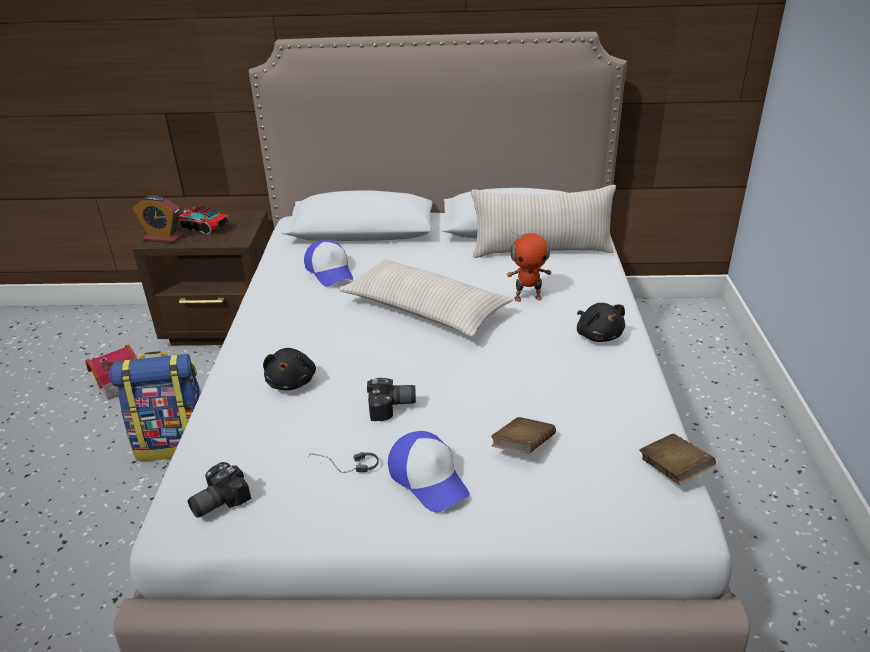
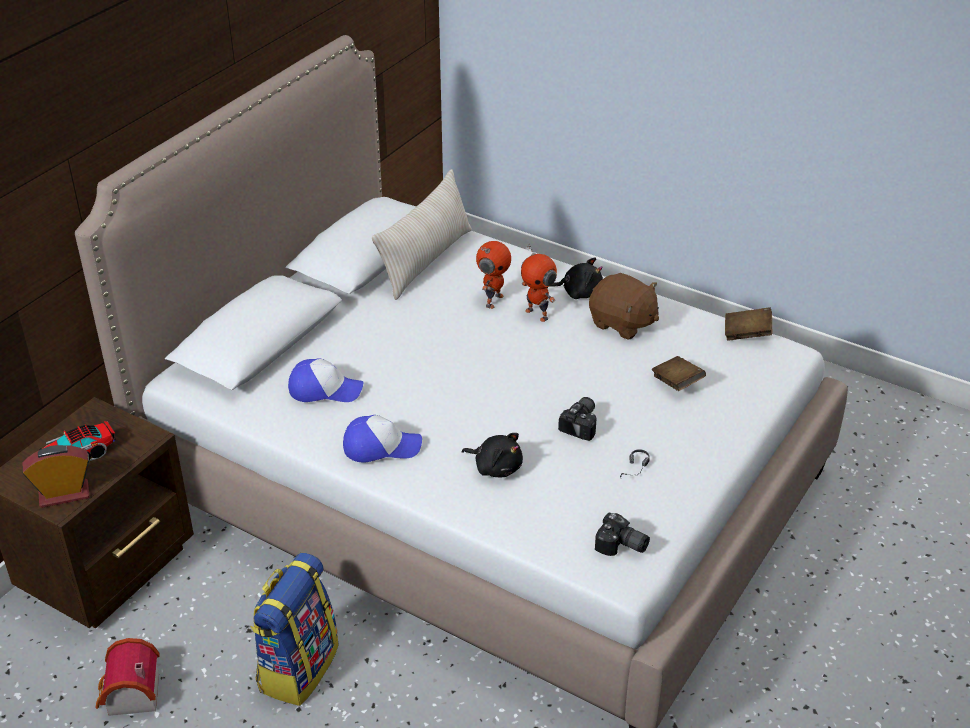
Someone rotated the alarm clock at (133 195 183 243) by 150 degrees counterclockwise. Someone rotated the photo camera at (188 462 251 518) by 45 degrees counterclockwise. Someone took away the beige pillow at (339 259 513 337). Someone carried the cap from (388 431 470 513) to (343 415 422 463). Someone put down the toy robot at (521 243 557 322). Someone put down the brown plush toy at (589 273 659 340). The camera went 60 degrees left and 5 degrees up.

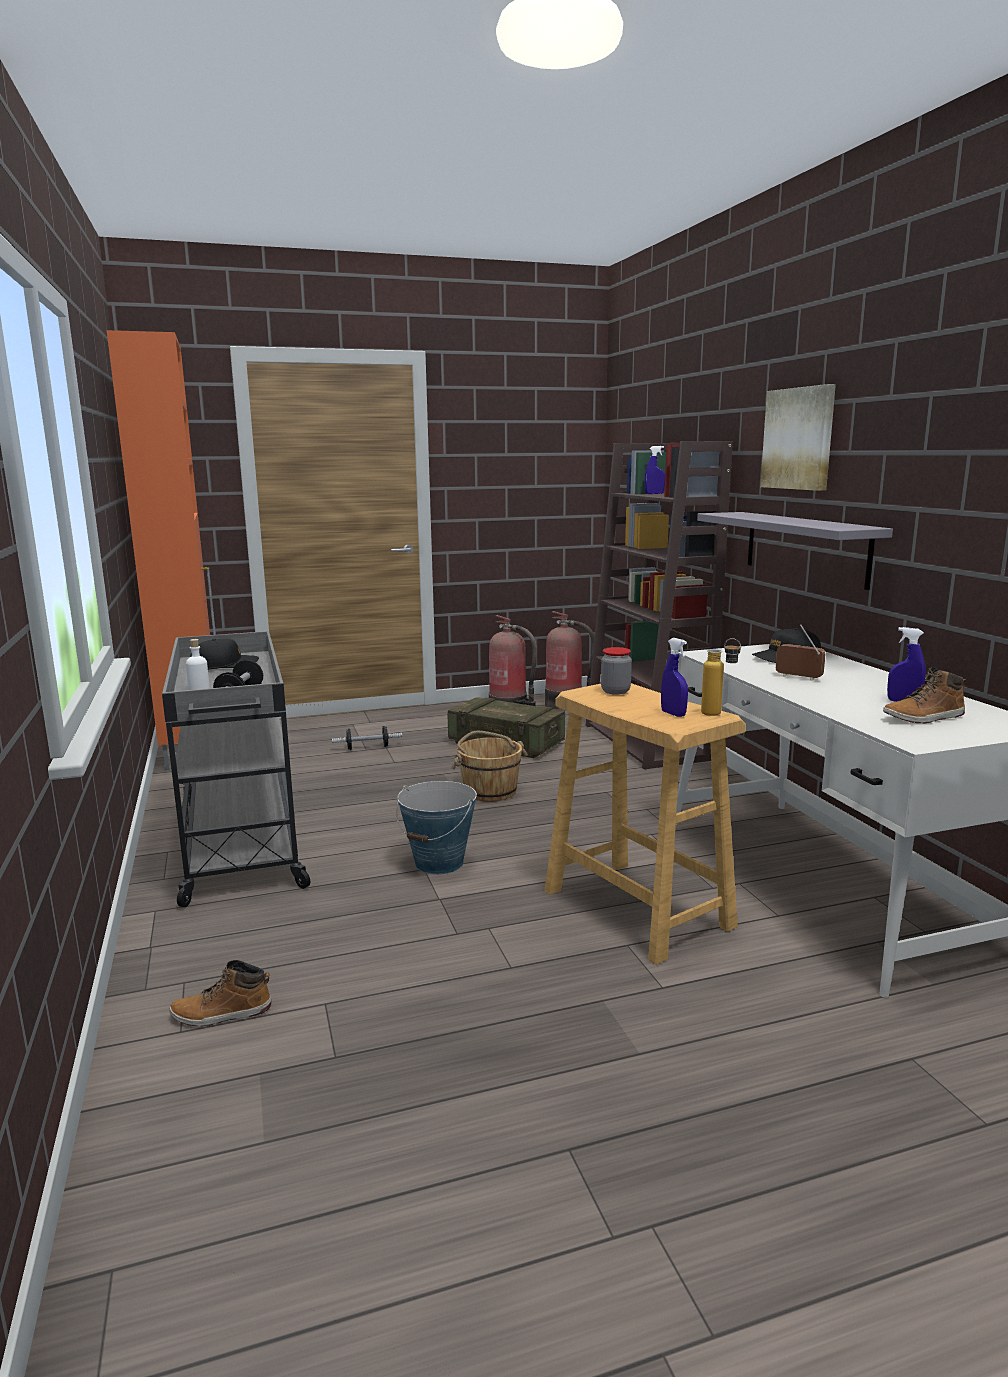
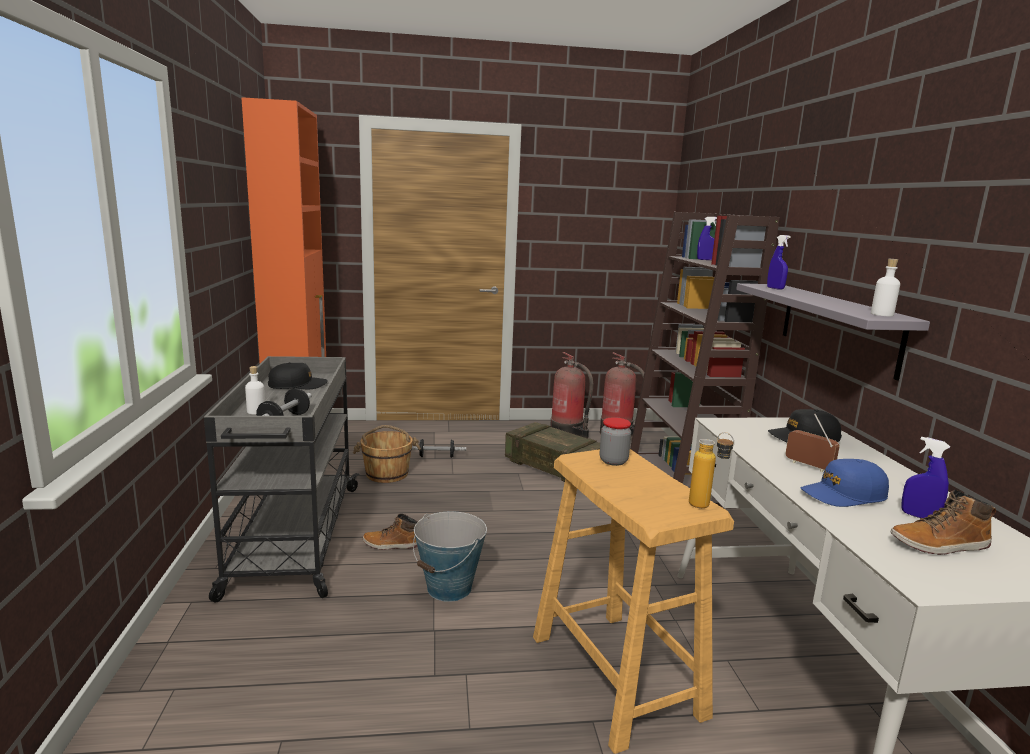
Someone carried the boot from (170 960 271 1026) to (363 514 418 550). Someone carried the brown bucket from (451 731 528 802) to (353 425 421 483). Someone carried the blue spray bottle from (661 638 688 717) to (767 235 791 289). Someone took away the picture at (760 384 836 491). Someone put down the blue cap at (801 459 889 507). Someone put down the white bottle at (871 259 900 316). The camera went 10 degrees right and 0 degrees up.

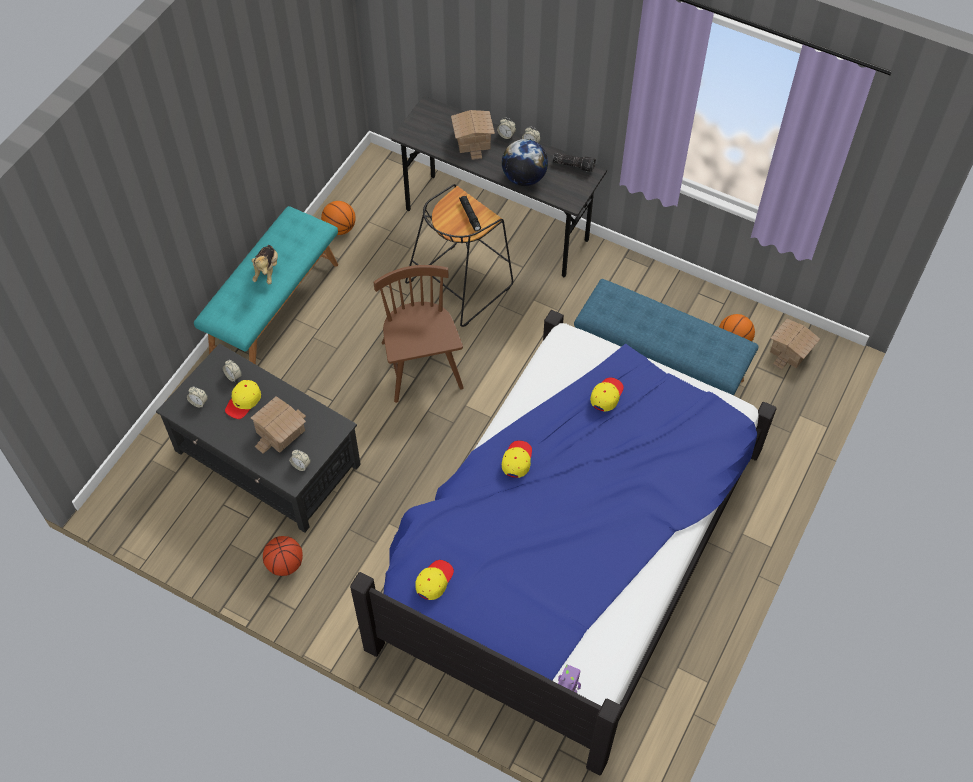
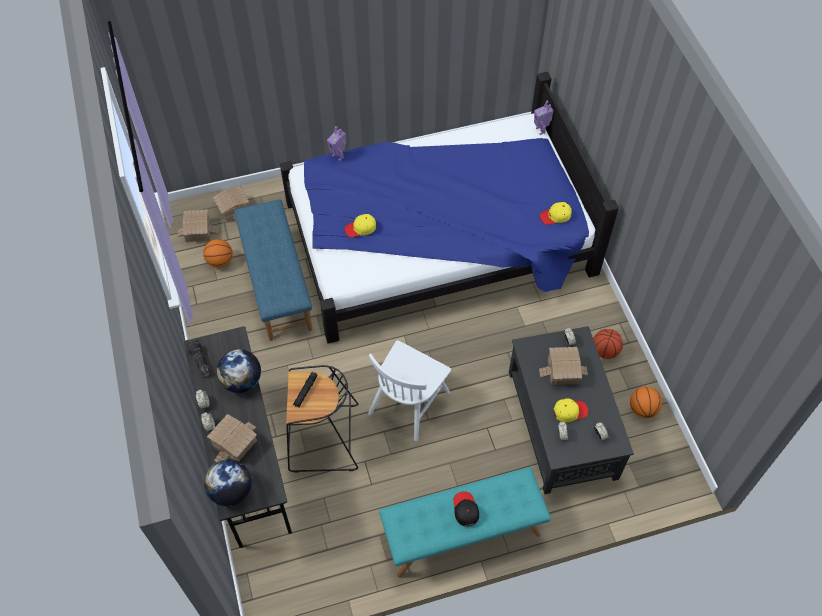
Someone swapped the plush toy at (252 245 278 284) for the black cap at (454 491 479 526). Someone carried the basketball from (321 201 356 235) to (630 387 662 418). Someone repainted the brown chair at (373 265 464 403), which became the white chair at (368 340 451 441). Someone took away the yellow cap at (502 440 532 478). Someone put down the globe at (204 459 252 506). Someone put down the toy house at (213 186 249 224). Someone put down the toy robot at (327 126 346 161). The camera went 135 degrees left and 0 degrees up.

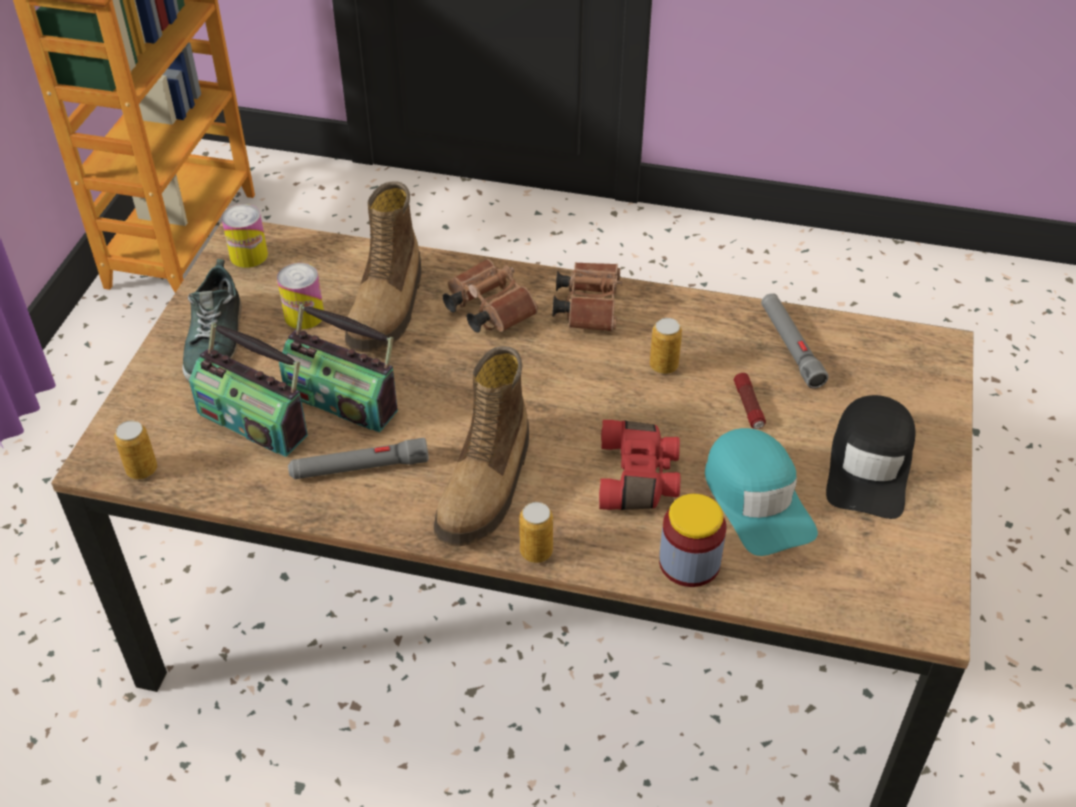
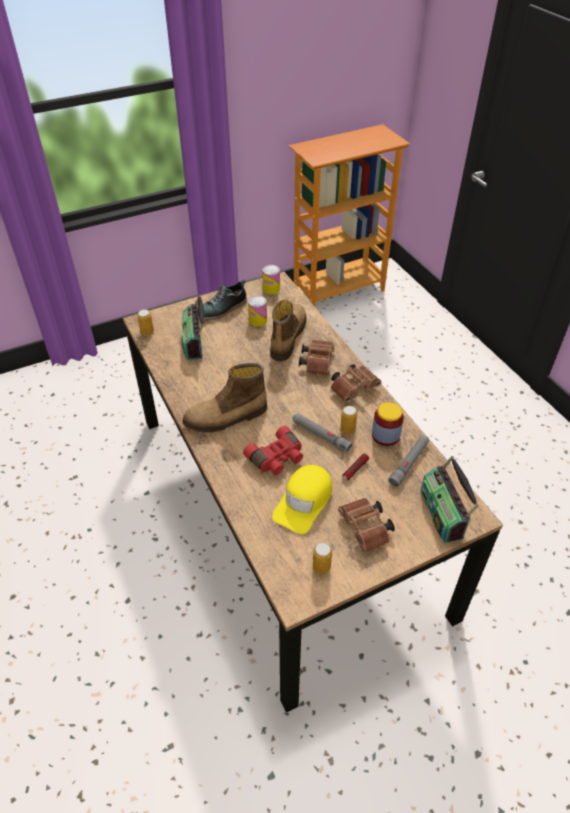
Someone carried the radio from (279 304 398 432) to (421 456 479 543). Someone carried the grey flashlight from (288 438 429 479) to (293 413 352 453). Someone rotated the boot at (345 181 422 352) by 135 degrees clockwise. Someone carried the can from (519 502 553 563) to (313 542 332 574). Someone carried the jar from (659 494 727 587) to (372 402 404 446). Someone repainted the turquoise cap at (705 428 818 556), which became the yellow cap at (272 465 332 534). Someone swapped the black cap at (826 395 916 519) for the brown binoculars at (338 498 395 553). The camera went 50 degrees right and 0 degrees up.

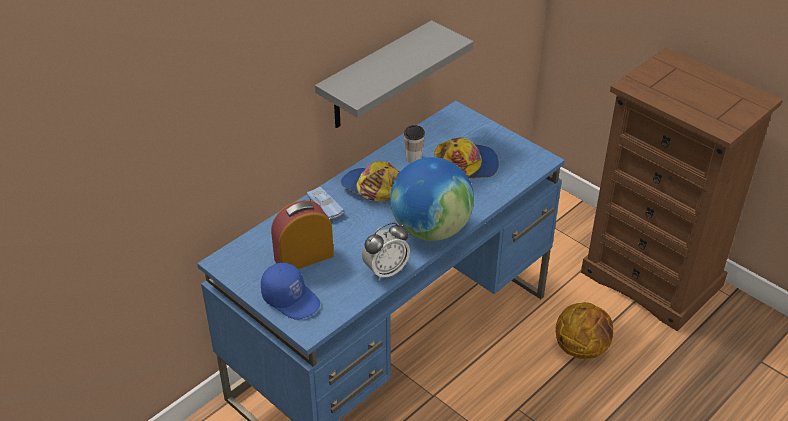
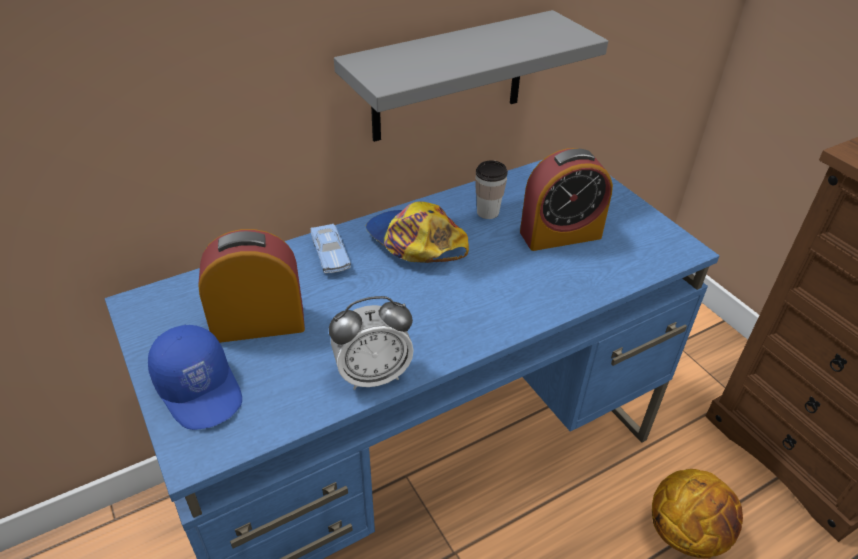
Someone took away the globe at (390 157 474 241). Someone swapped the cap at (433 137 499 178) for the alarm clock at (520 148 613 251). The camera went 15 degrees right and 0 degrees up.

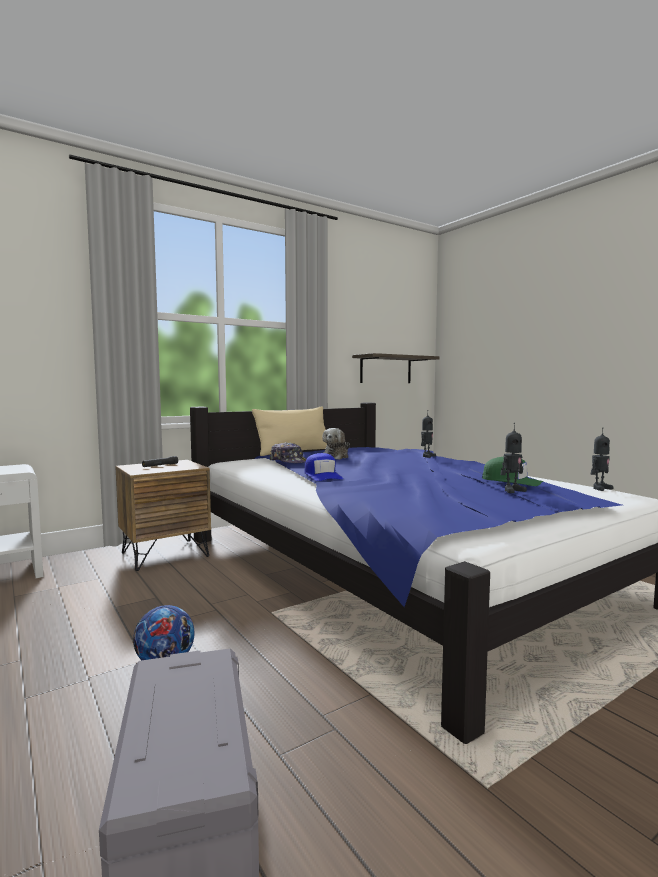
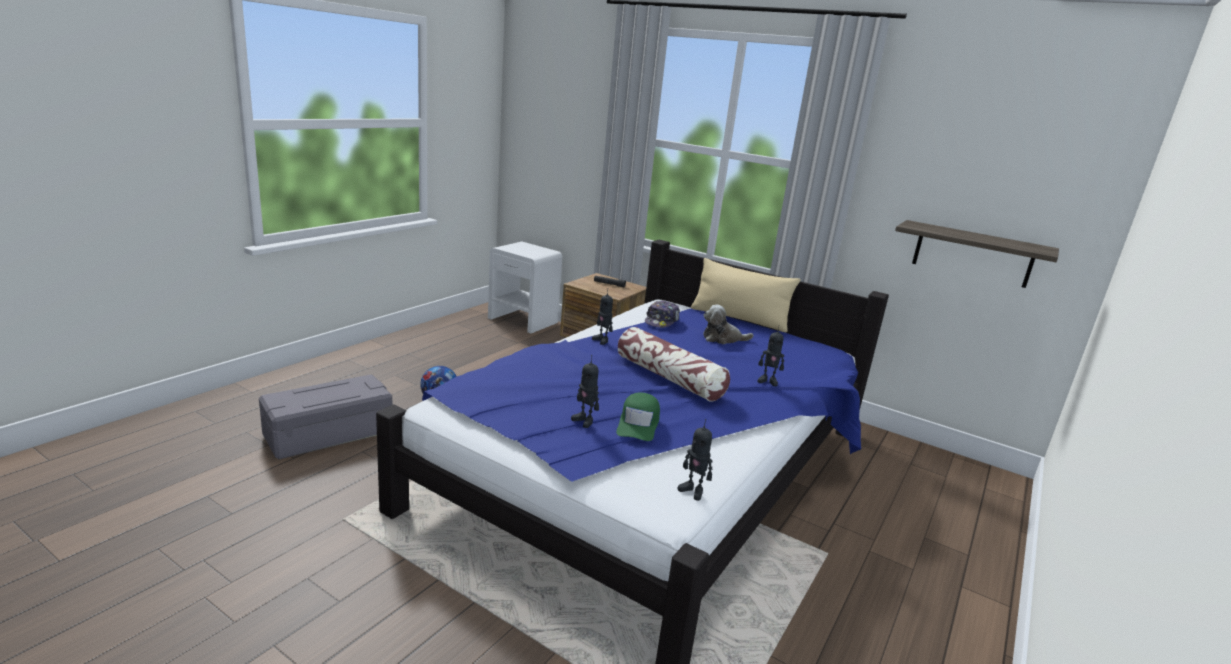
Someone swapped the blue cap at (304 453 343 481) for the toy robot at (592 292 613 345). Someone put down the pillow at (618 327 730 402). The camera went 65 degrees right and 15 degrees up.

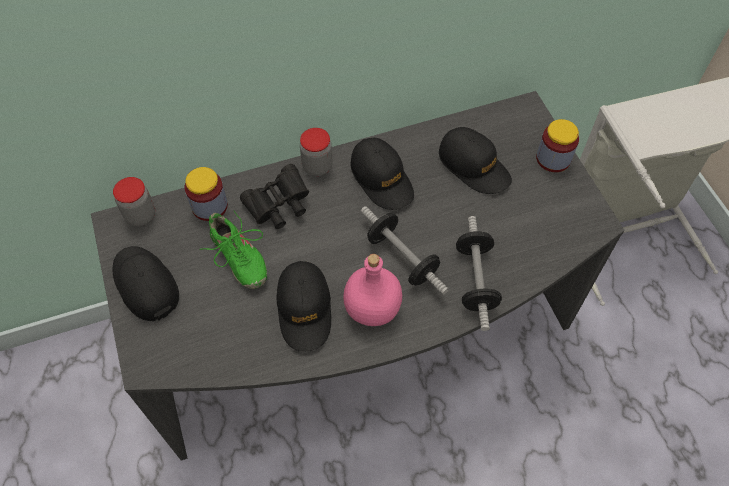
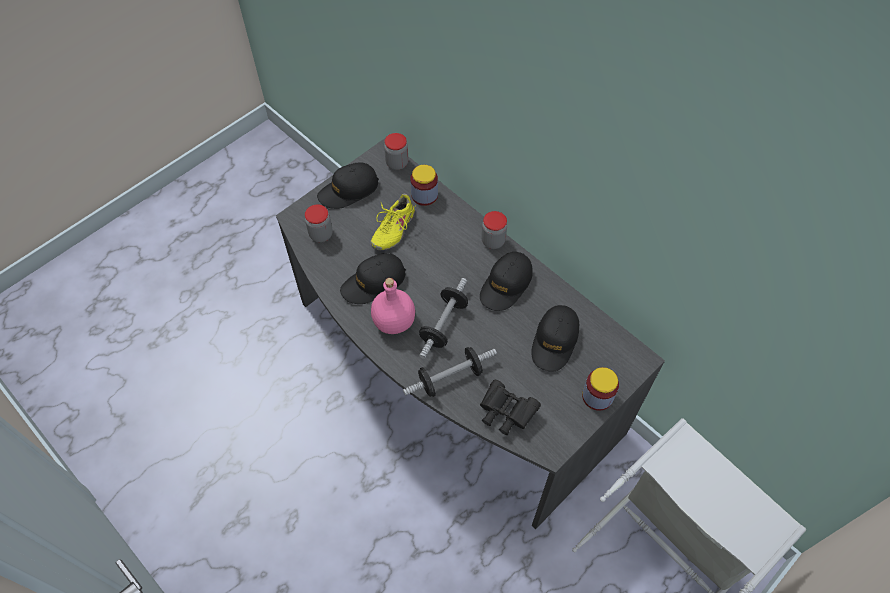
Someone rotated the black cap at (113 246 179 321) by 150 degrees counterclockwise. Someone repainted the green shoe at (200 211 267 289), which became the yellow shoe at (370 193 417 250). Someone carried the black binoculars from (240 164 309 229) to (480 380 541 435). Someone put down the jar at (305 204 333 242). The camera went 65 degrees right and 0 degrees up.

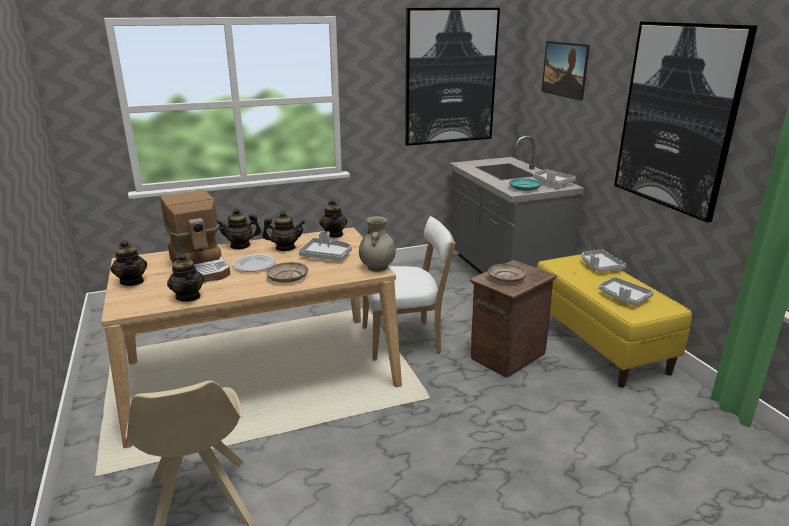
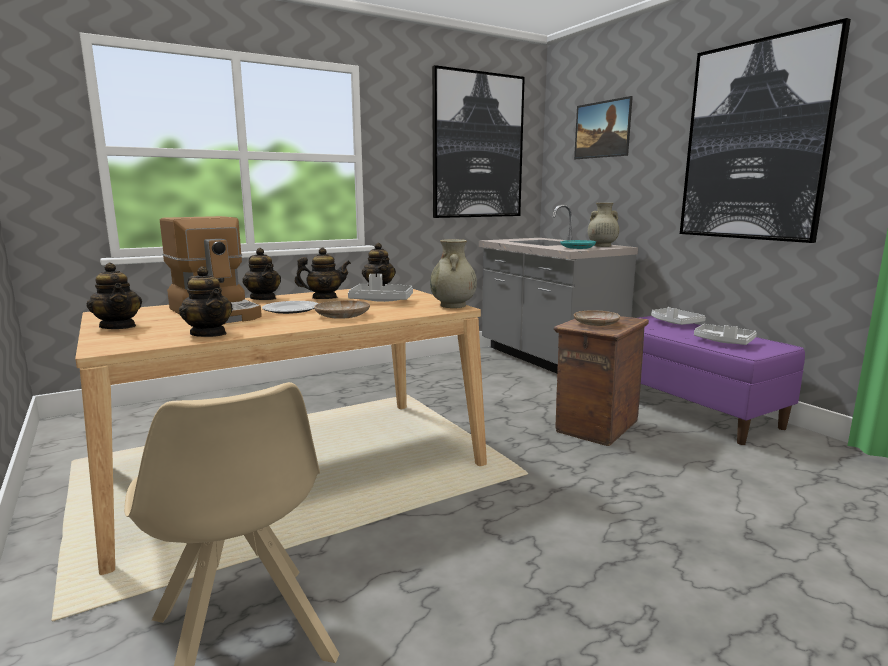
Someone rotated the teapot at (217 209 261 249) by 105 degrees counterclockwise. Someone took away the white chair at (363 216 456 361). Someone swapped the grey tray at (533 169 576 186) for the beige vase at (588 203 619 247). Someone repainted the yellow bench at (537 254 692 388), which became the purple bench at (639 316 805 445). The camera went 10 degrees left and 10 degrees down.

